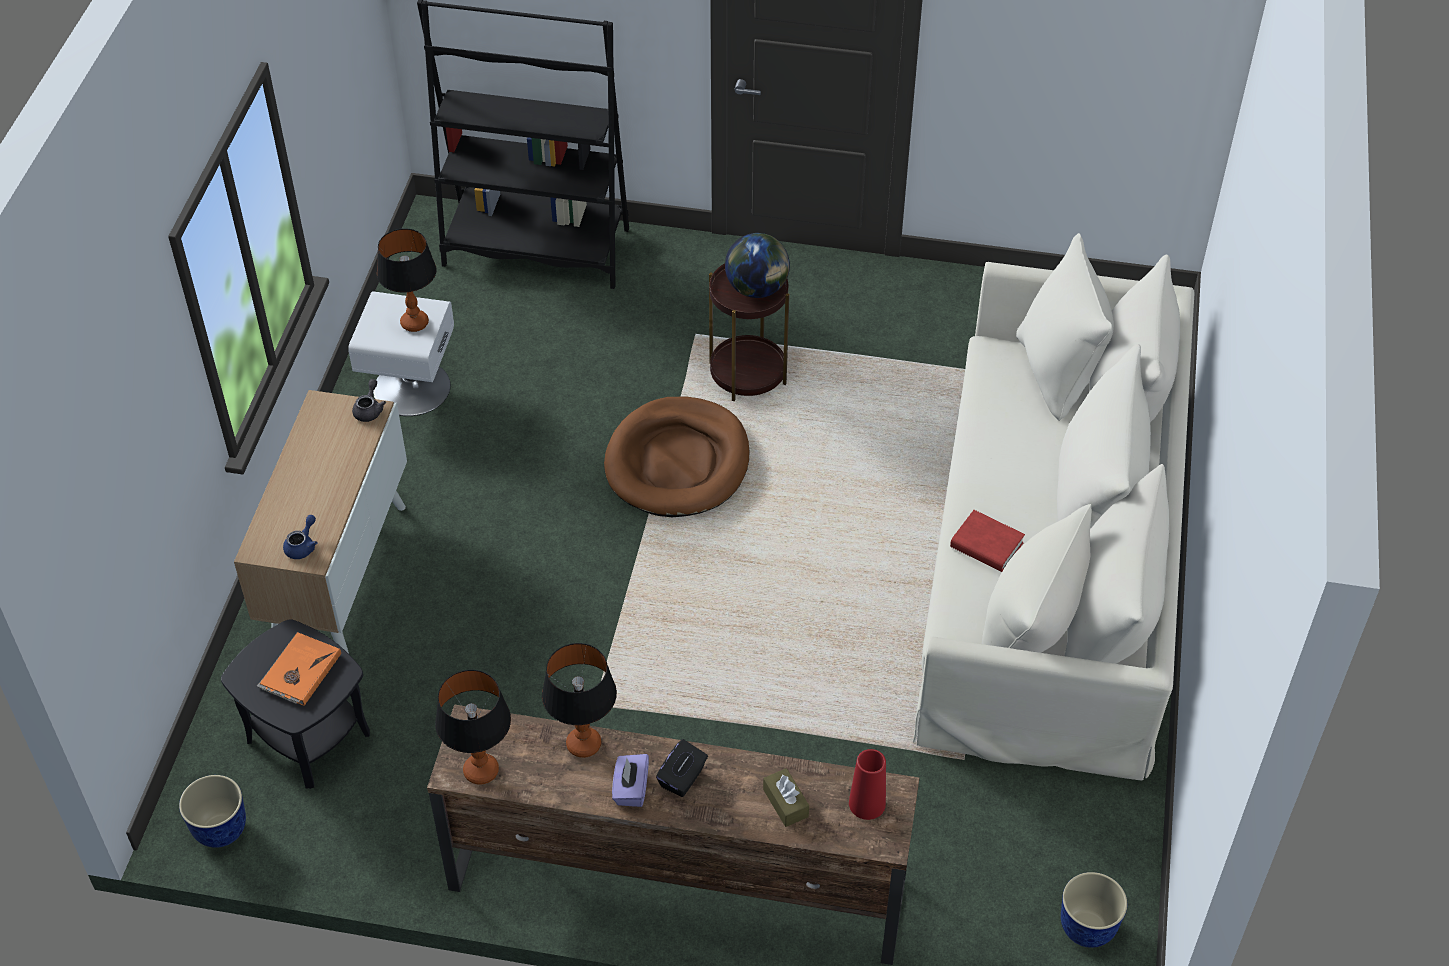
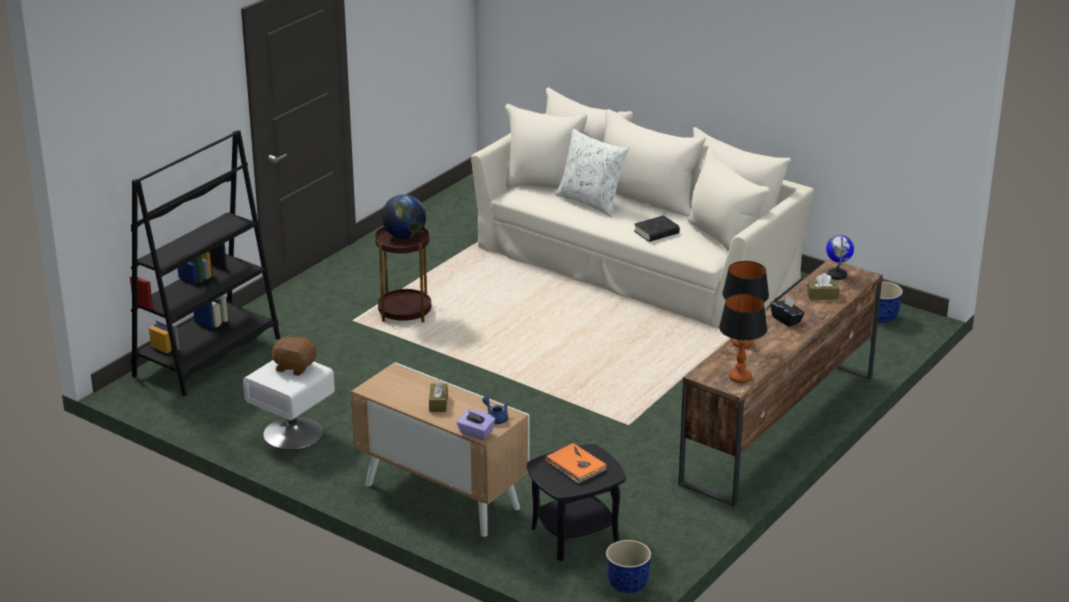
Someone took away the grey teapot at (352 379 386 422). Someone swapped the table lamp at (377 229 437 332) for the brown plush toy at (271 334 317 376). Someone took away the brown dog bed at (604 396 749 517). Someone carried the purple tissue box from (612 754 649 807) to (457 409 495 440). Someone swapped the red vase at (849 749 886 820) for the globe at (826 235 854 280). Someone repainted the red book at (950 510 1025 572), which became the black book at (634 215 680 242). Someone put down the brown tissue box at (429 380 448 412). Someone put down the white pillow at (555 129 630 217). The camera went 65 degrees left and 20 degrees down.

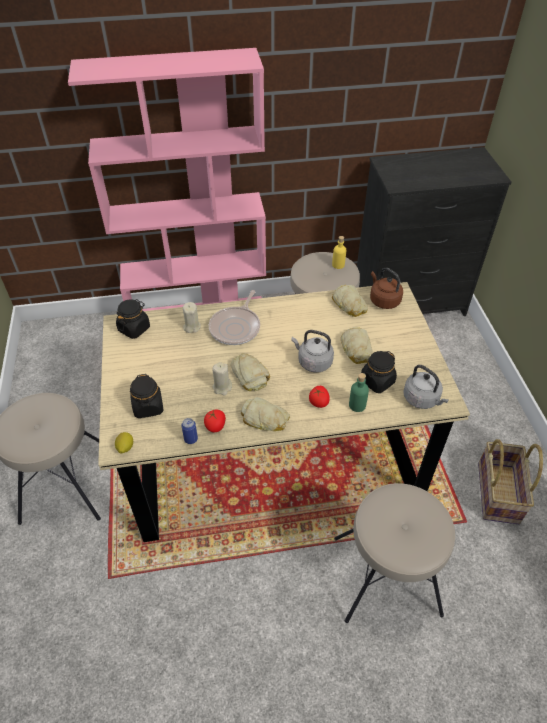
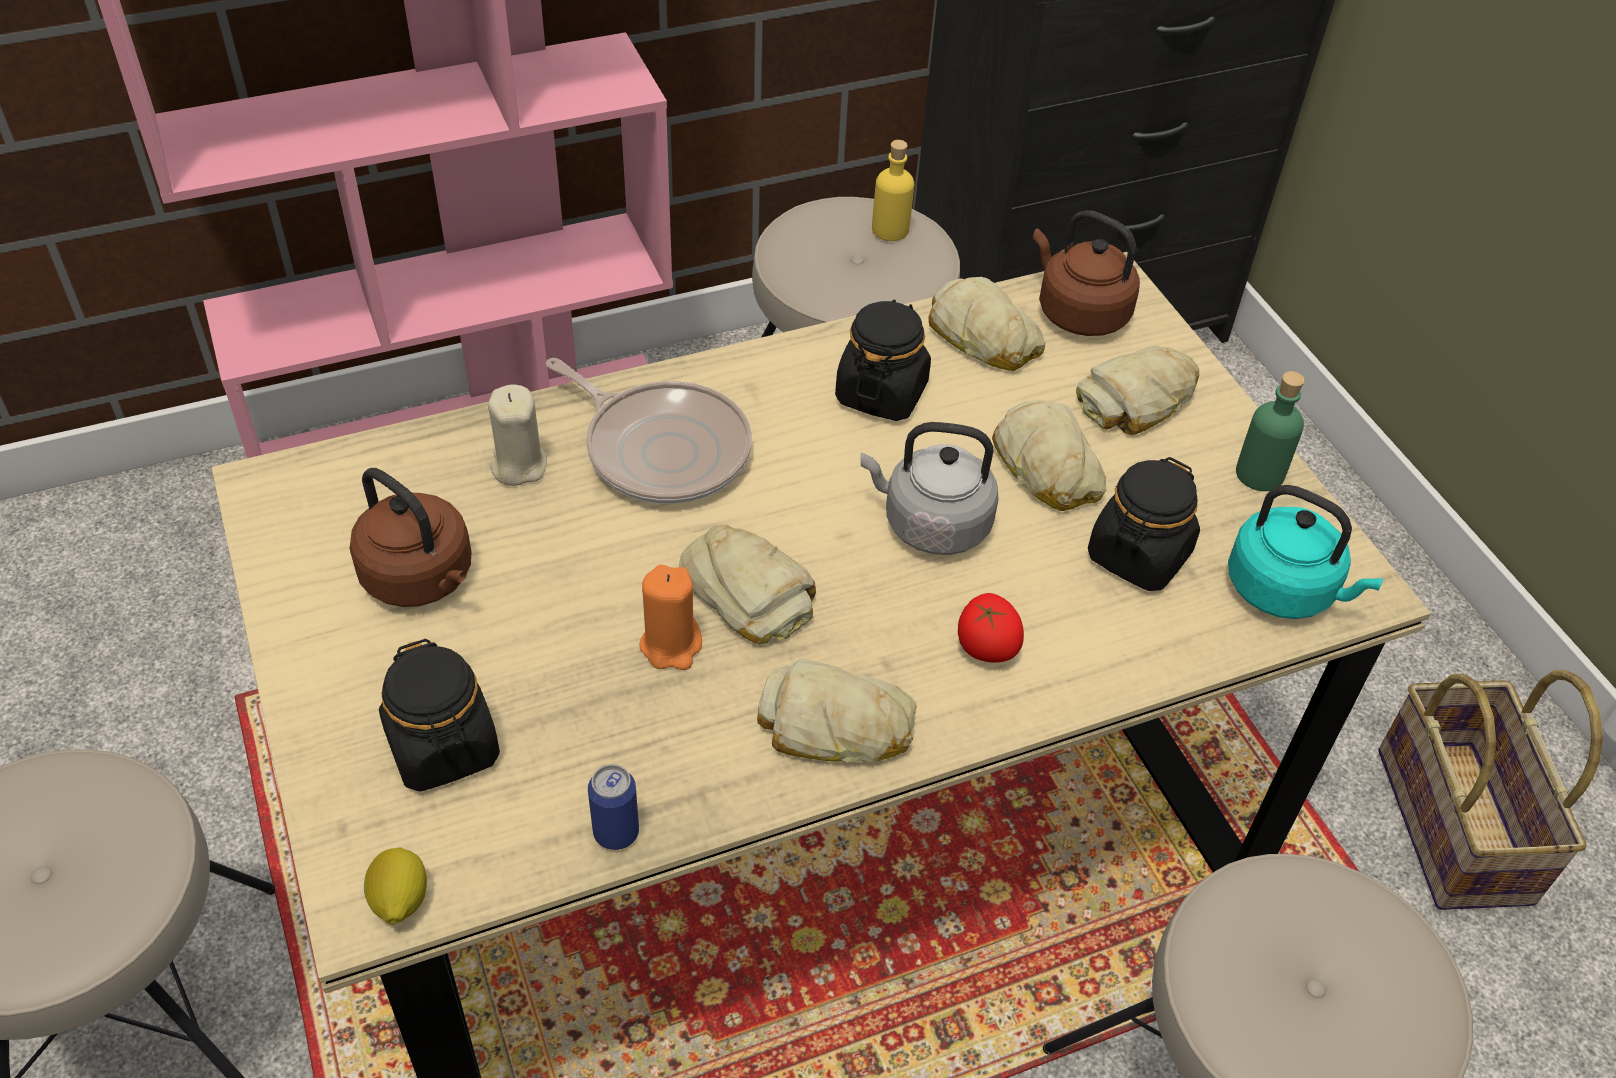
Someone carried the black jar from (116 299 150 339) to (835 299 931 421). Someone took away the tomato at (204 410 226 432). Someone rotated the frying pan at (209 290 260 345) by 60 degrees counterclockwise. Someone repainted the beige candle at (212 362 232 395), which became the orange candle at (639 565 702 670). Someone carried the green bottle from (349 373 369 412) to (1236 371 1305 491). Someone repainted the grey kettle at (403 365 449 409), which became the turquoise kettle at (1228 485 1383 619). Someone put down the brown kettle at (350 468 472 607). Someone put down the bread at (1076 346 1199 435). The camera went 15 degrees left and 0 degrees up.

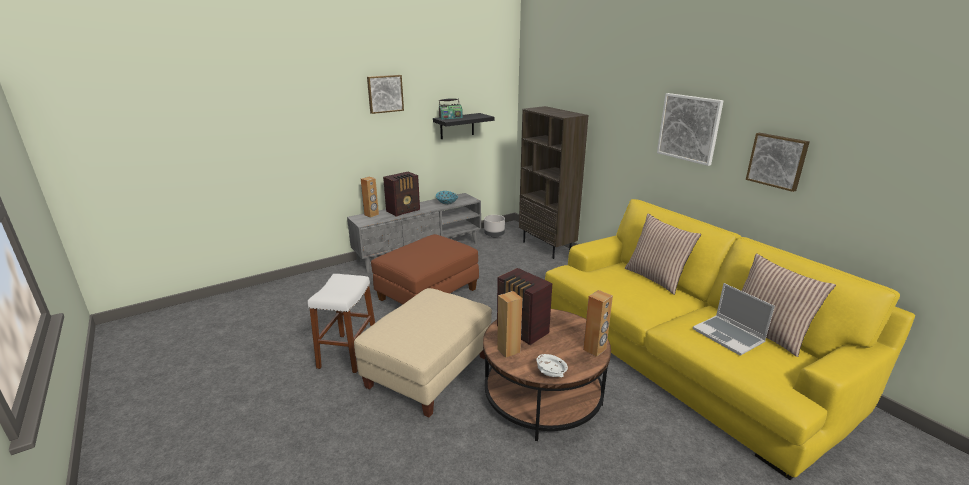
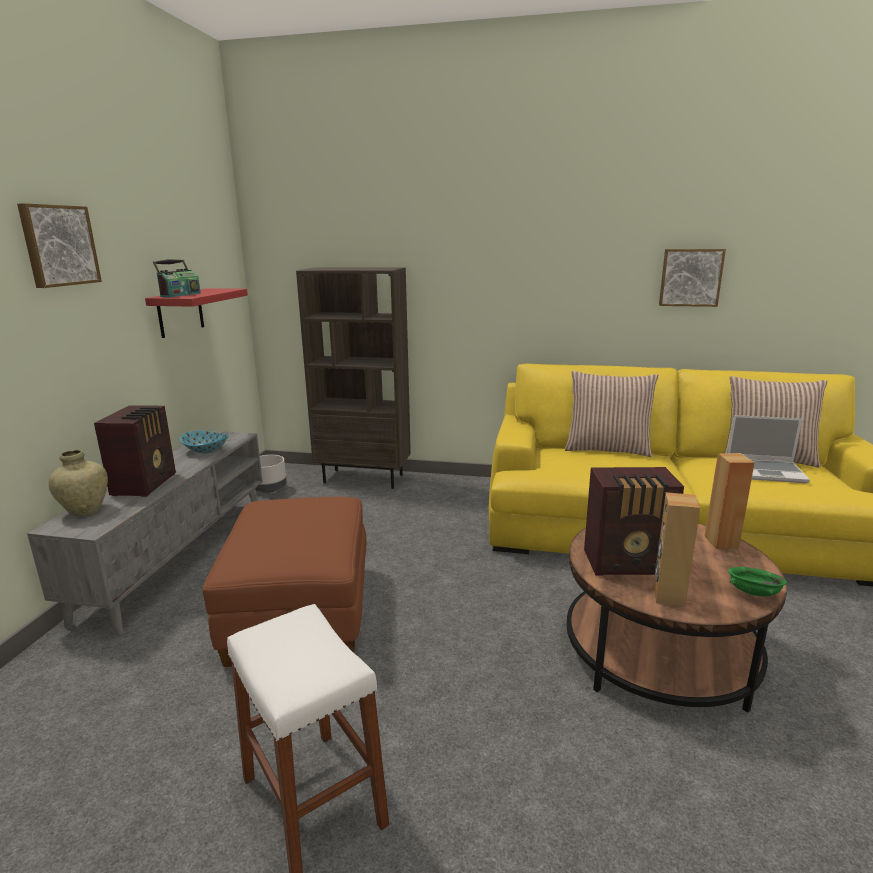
Someone took away the beige ottoman at (354 288 492 417). Someone swapped the brown speaker at (361 177 379 218) for the beige vase at (49 450 108 517). Someone repainted the black shelf at (433 113 494 139), which became the red shelf at (145 288 248 338). Someone repainted the white bowl at (536 354 568 377), which became the green bowl at (728 567 787 596). Someone took away the picture at (657 93 724 166). The camera went 45 degrees left and 5 degrees down.

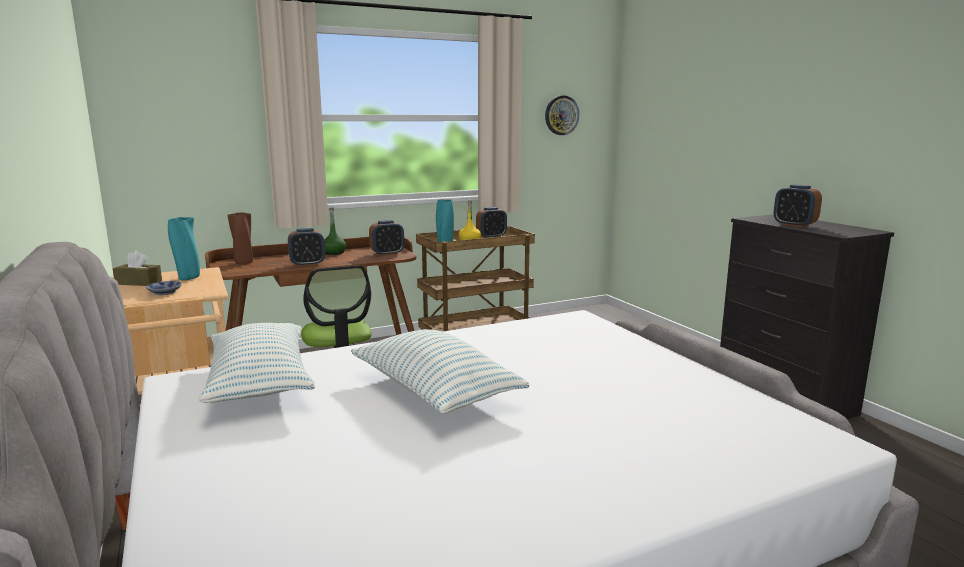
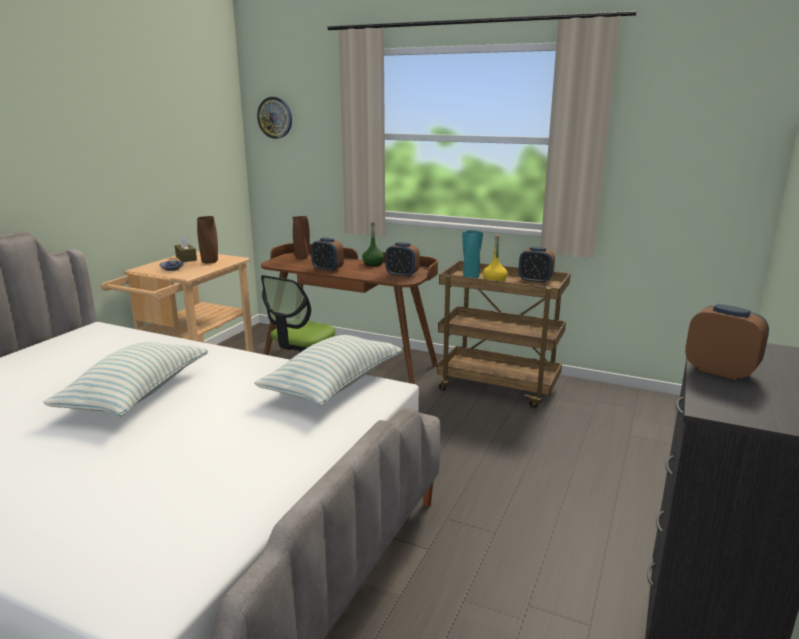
Someone repainted the turquoise vase at (168 217 200 281), which became the brown vase at (197 216 218 263). Someone carried the pillow from (199 323 315 403) to (254 335 403 406). Someone carried the wall clock from (545 95 579 135) to (257 97 292 139). Someone rotated the alarm clock at (774 184 822 228) by 120 degrees clockwise. The camera went 50 degrees right and 5 degrees up.

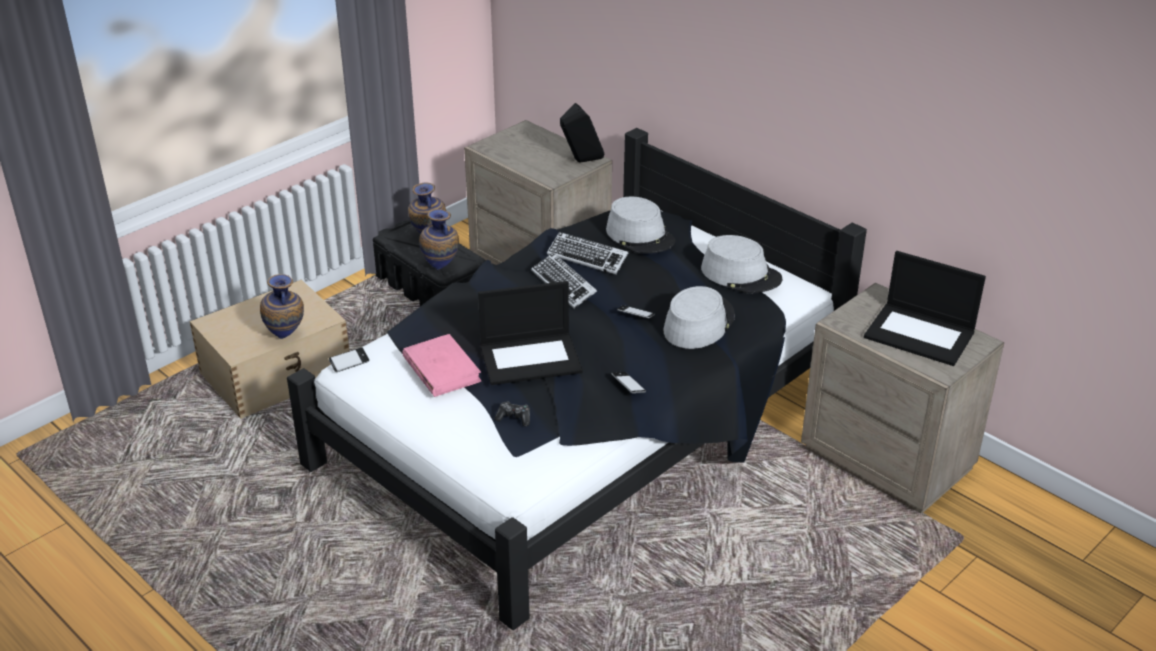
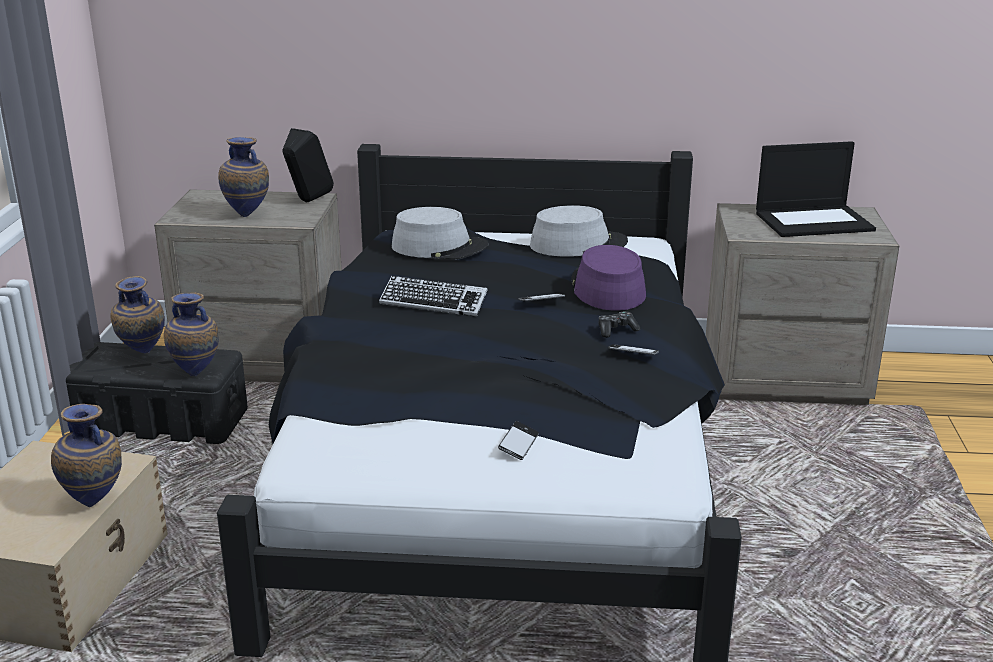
Someone carried the phone from (329 347 369 372) to (498 421 539 460). Someone took away the pink book at (402 334 482 397). Someone took away the laptop at (478 281 583 385). Someone carried the game controller from (495 401 530 426) to (599 311 640 338). Someone took away the keyboard at (547 232 628 275). Someone repainted the grey hat at (663 286 735 349), which became the purple hat at (571 245 646 311). Someone put down the vase at (218 137 269 217). The camera went 40 degrees left and 10 degrees down.

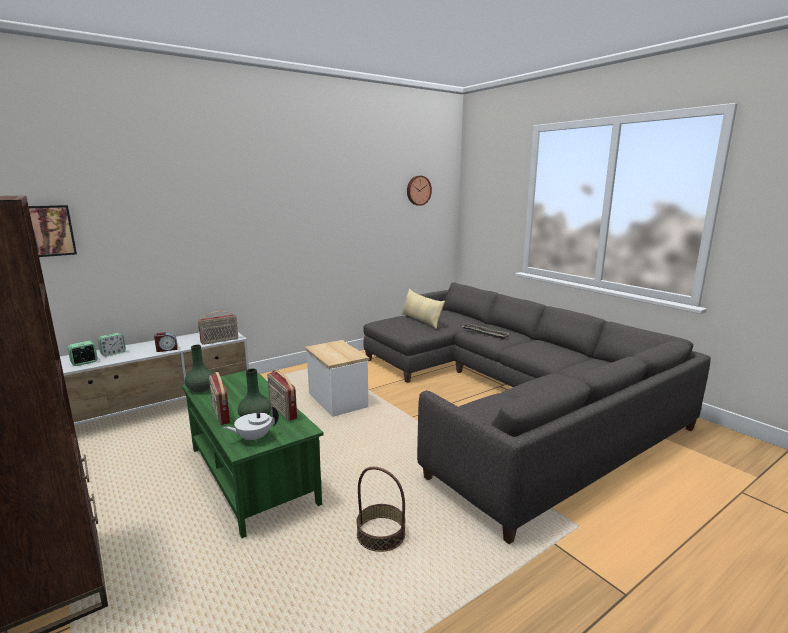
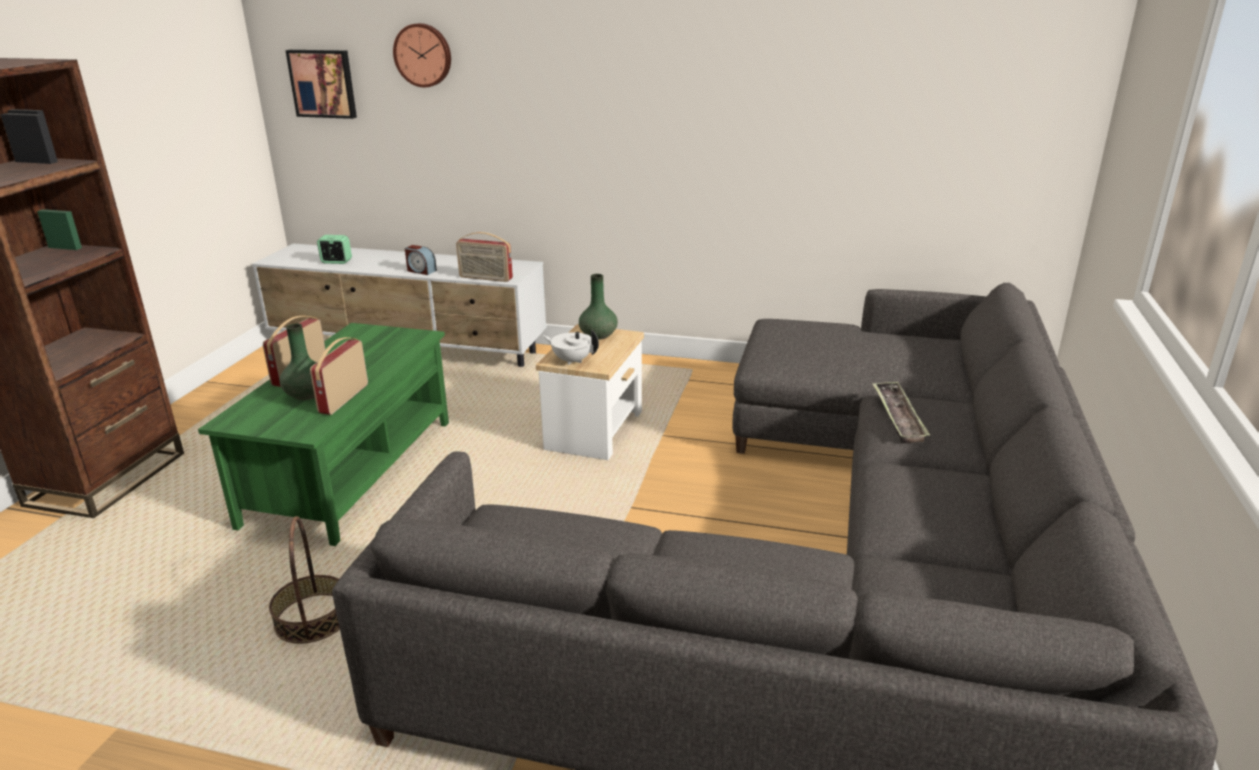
Someone took away the alarm clock at (98 333 126 356). Someone carried the green vase from (184 345 214 393) to (579 274 618 340). Someone carried the white teapot from (224 406 279 442) to (543 330 599 365). Someone took away the beige pillow at (401 289 445 329). Someone carried the wall clock from (407 176 432 206) to (393 23 451 87). The camera went 50 degrees right and 10 degrees up.

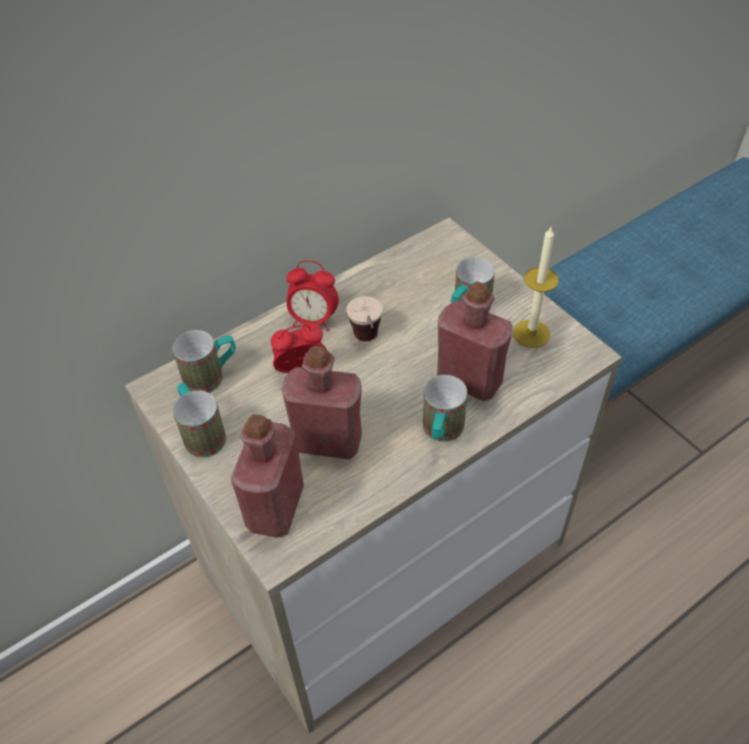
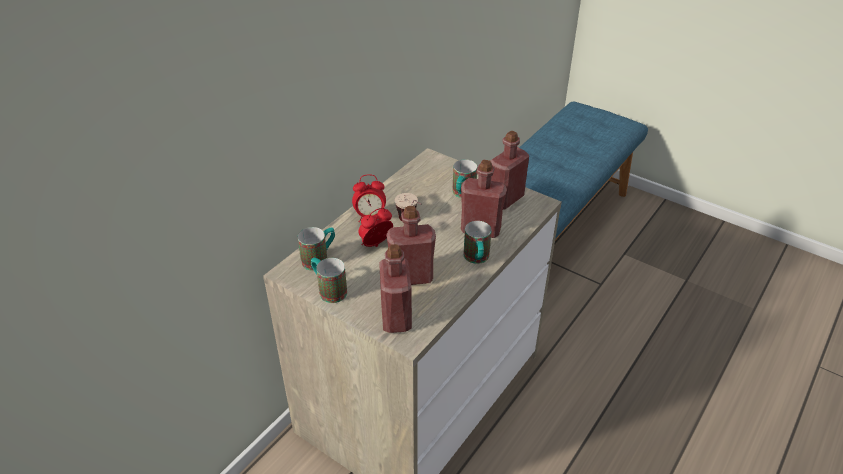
Someone swapped the candle at (513 227 559 348) for the red bottle at (490 131 529 210). The camera went 20 degrees left and 10 degrees down.

